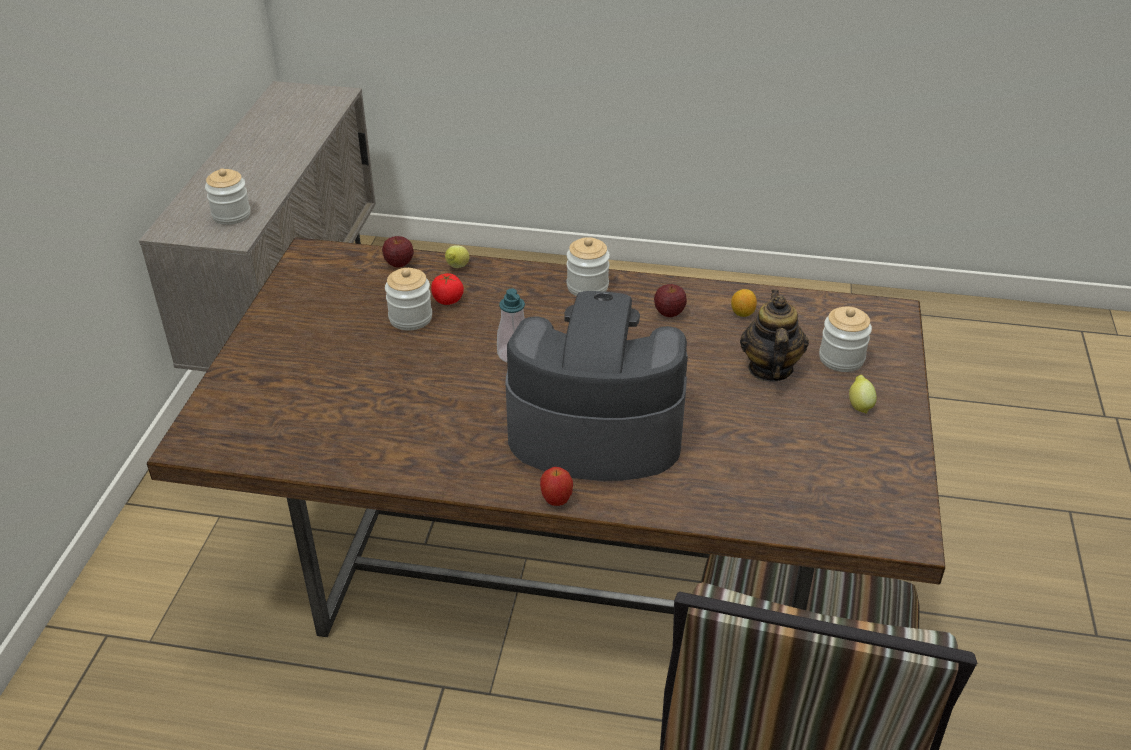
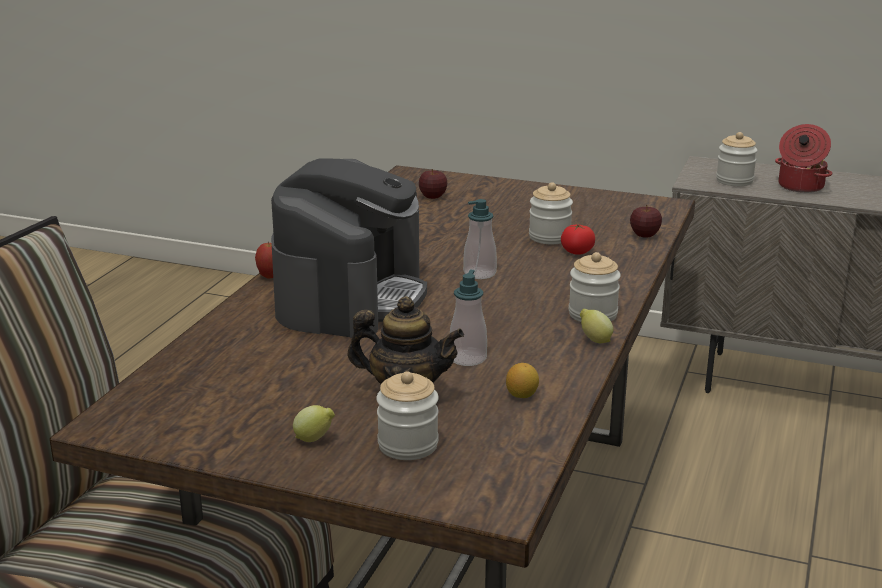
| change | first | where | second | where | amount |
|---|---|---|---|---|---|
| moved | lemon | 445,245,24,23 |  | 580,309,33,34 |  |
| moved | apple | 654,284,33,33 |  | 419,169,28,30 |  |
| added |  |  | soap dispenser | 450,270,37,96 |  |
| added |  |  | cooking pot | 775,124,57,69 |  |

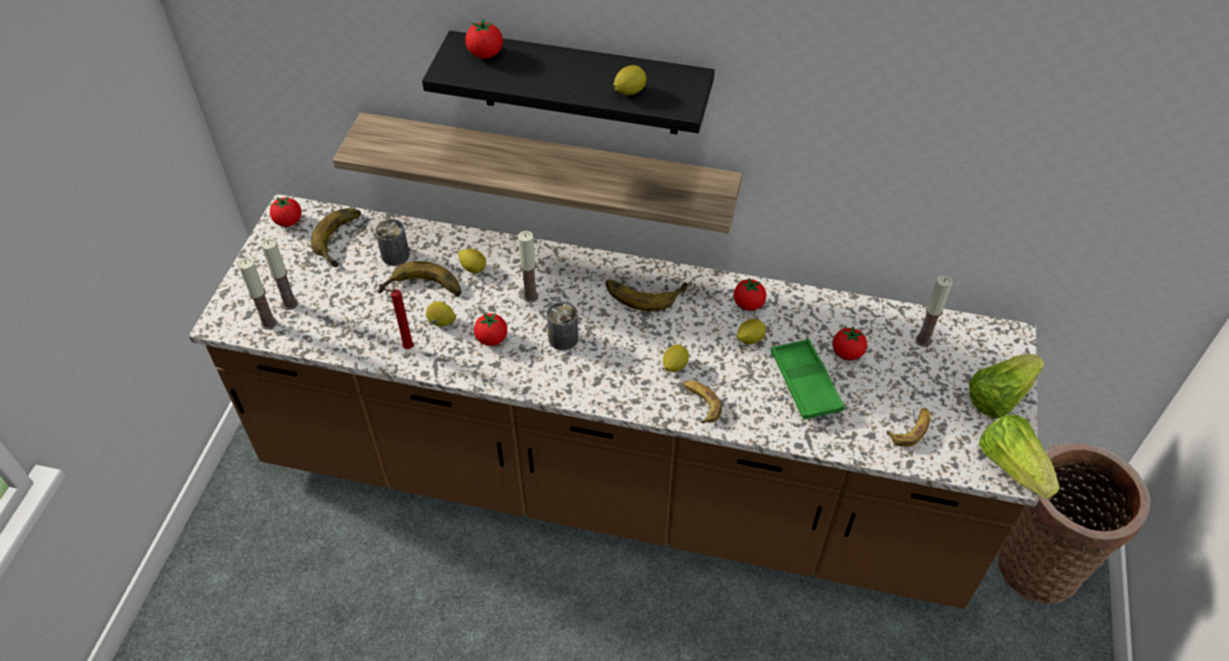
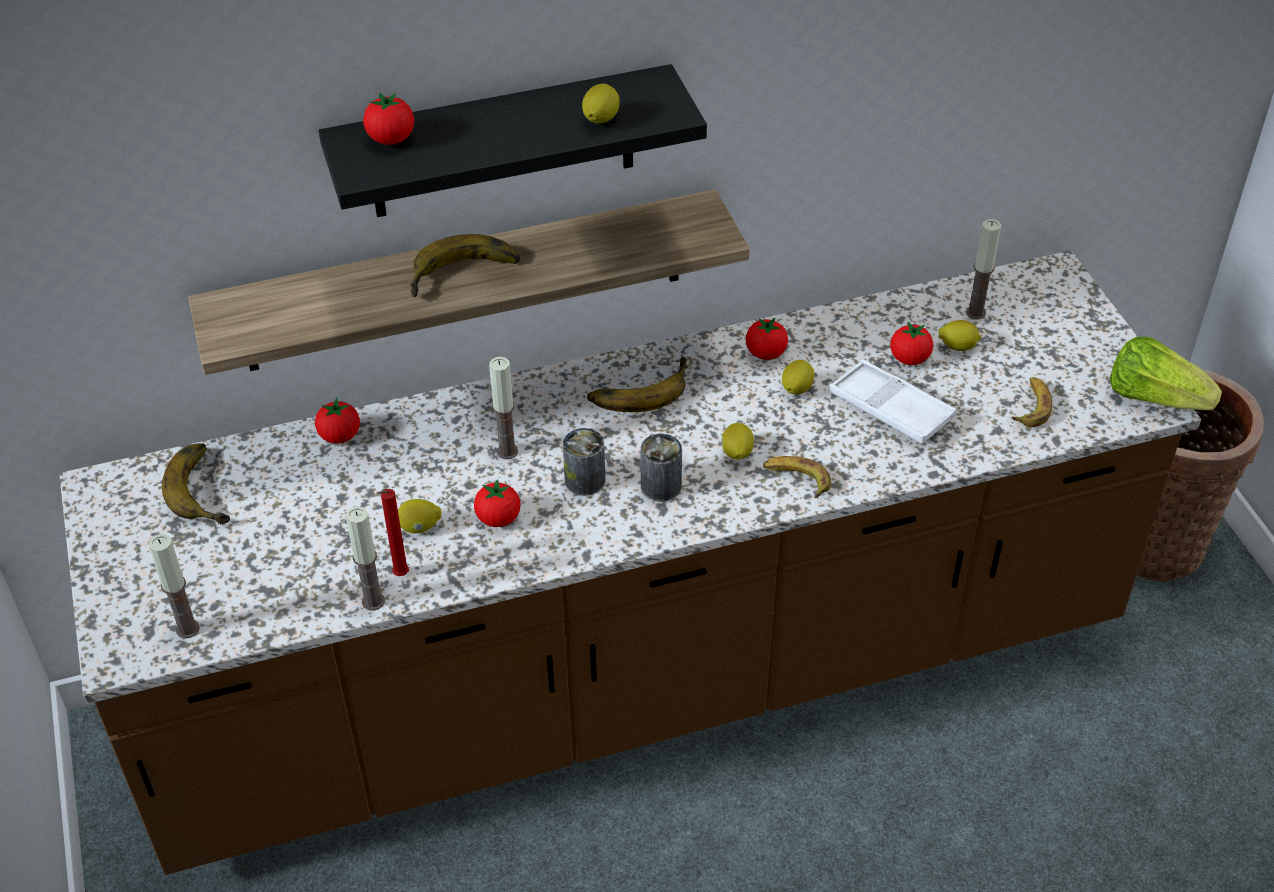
| change | first | where | second | where | amount |
|---|---|---|---|---|---|
| moved | candle | 261,238,37,72 |  | 346,506,39,105 |  |
| moved | tomato | 270,196,31,31 |  | 315,398,45,46 |  |
| moved | can | 375,219,35,47 |  | 640,434,42,67 |  |
| moved | banana | 378,261,83,36 |  | 410,234,110,63 |  |
| moved | lemon | 458,249,28,24 |  | 939,320,42,31 |  |
| recoloured | green tray | 771,339,73,81 | white tray | 829,360,127,84 |  |
| removed | lettuce | 969,354,75,65 |  |  |  |

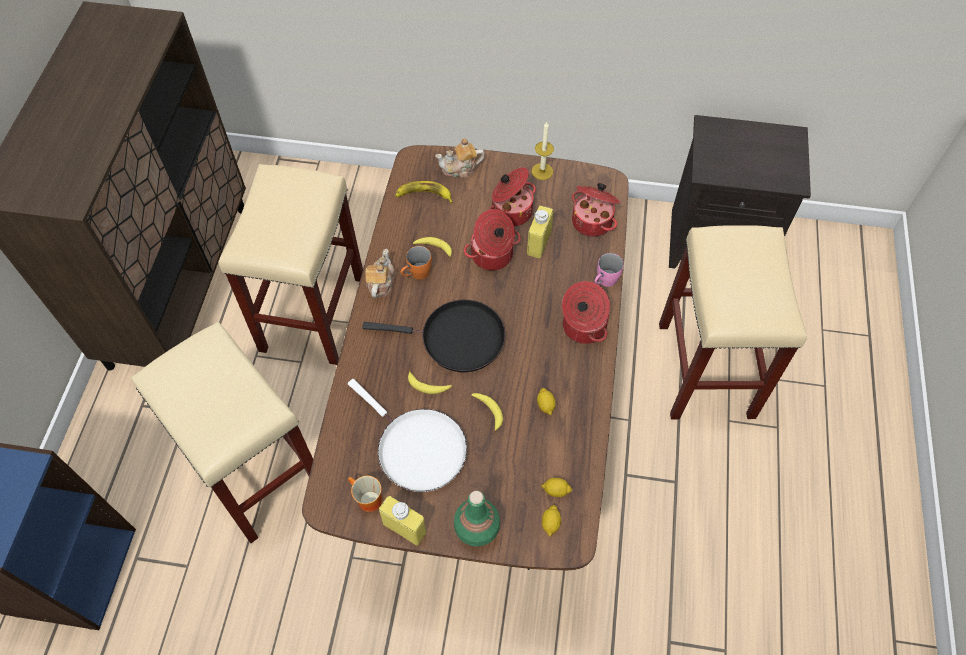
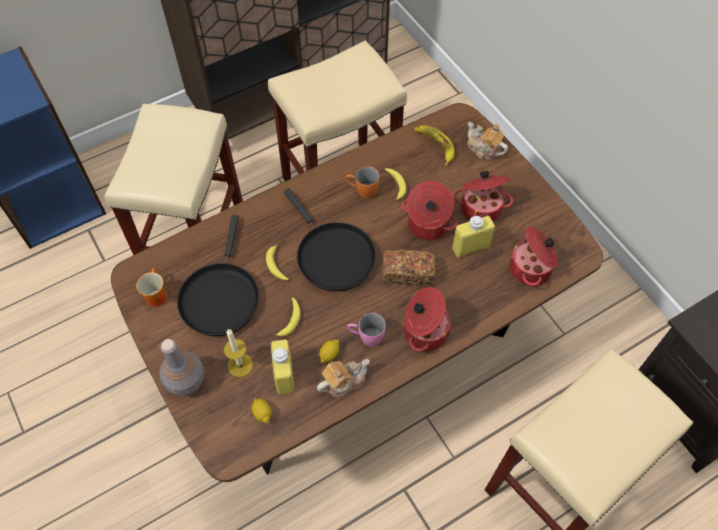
| change | first | where | second | where | amount |
|---|---|---|---|---|---|
| recoloured | white frying pan | 348,379,119,113 | black frying pan | 177,215,82,121 |  |
| moved | teapot | 365,249,30,49 |  | 317,359,53,38 |  |
| moved | yellow bottle | 379,496,48,50 |  | 271,340,24,55 |  |
| recoloured | green bottle | 454,491,46,55 | grey bottle | 159,339,46,57 |  |
| moved | candle | 532,122,22,58 |  | 224,329,29,48 |  |
| removed | lemon | 542,505,19,32 |  |  |  |
| moved | pink mug | 594,253,30,34 |  | 347,313,39,33 |  |
| added |  |  | bread | 382,249,54,36 |  |

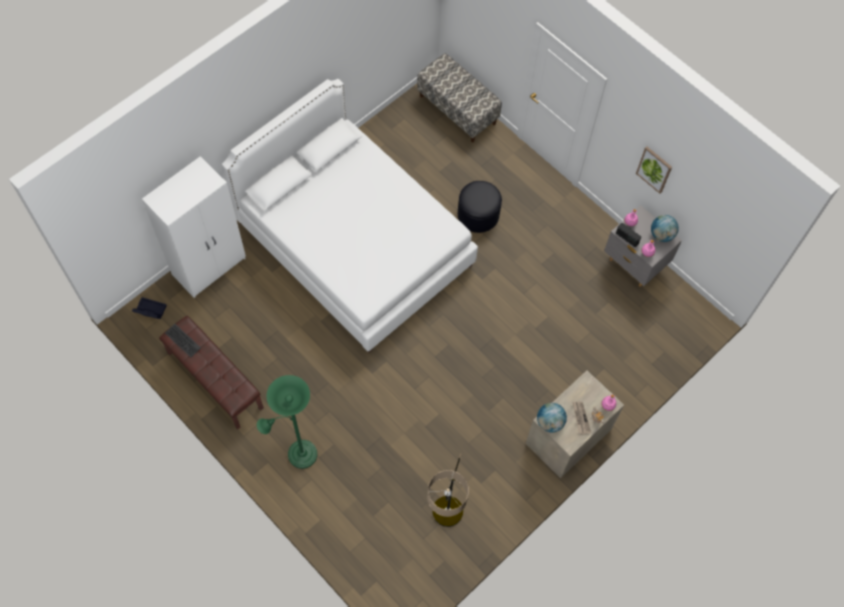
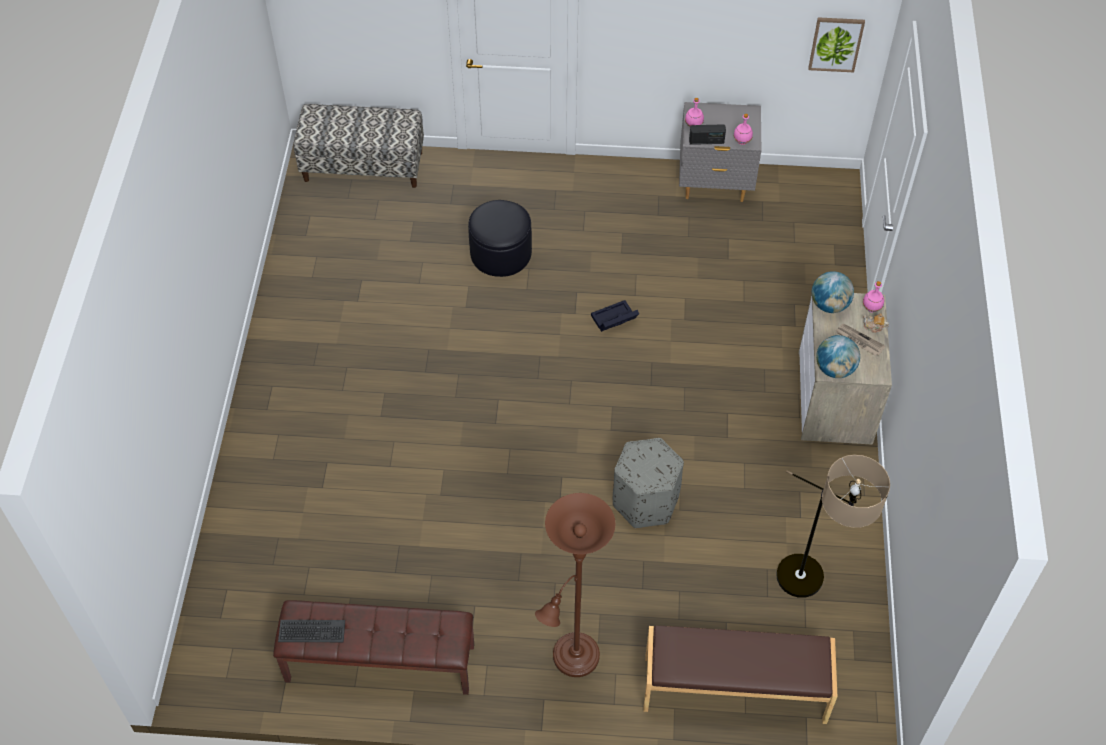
| change | first | where | second | where | amount |
|---|---|---|---|---|---|
| moved | black storage box | 132,297,35,22 |  | 591,300,48,32 |  |
| removed | white wardrobe | 142,156,104,142 |  |  |  |
| removed | white bed | 222,79,256,273 |  |  |  |
| recoloured | green floor lamp | 257,375,60,94 | brown floor lamp | 535,493,81,184 |  |
| moved | picture | 636,147,36,47 |  | 808,17,57,55 |  |
| moved | globe | 651,215,28,27 |  | 812,271,42,42 |  |
| added |  |  | grey ottoman | 613,438,71,90 |  |
| added |  |  | brown bench | 643,625,194,99 |  |

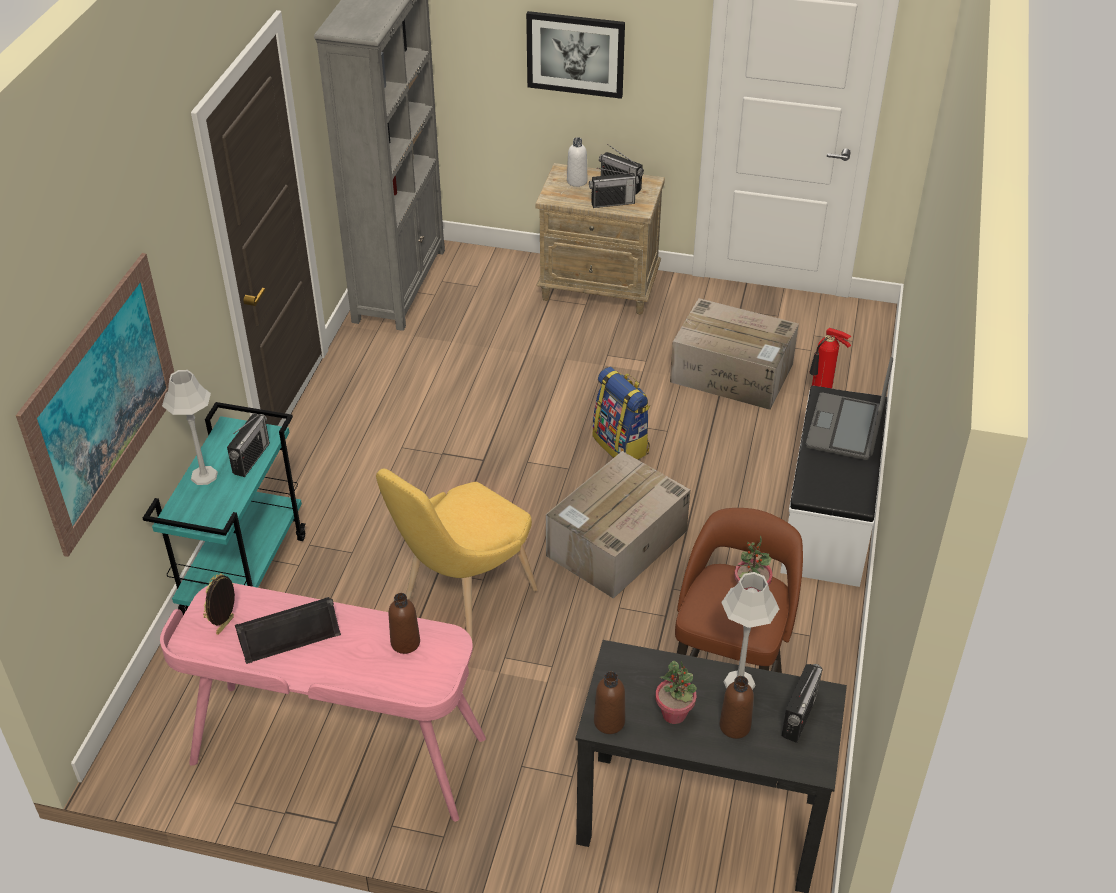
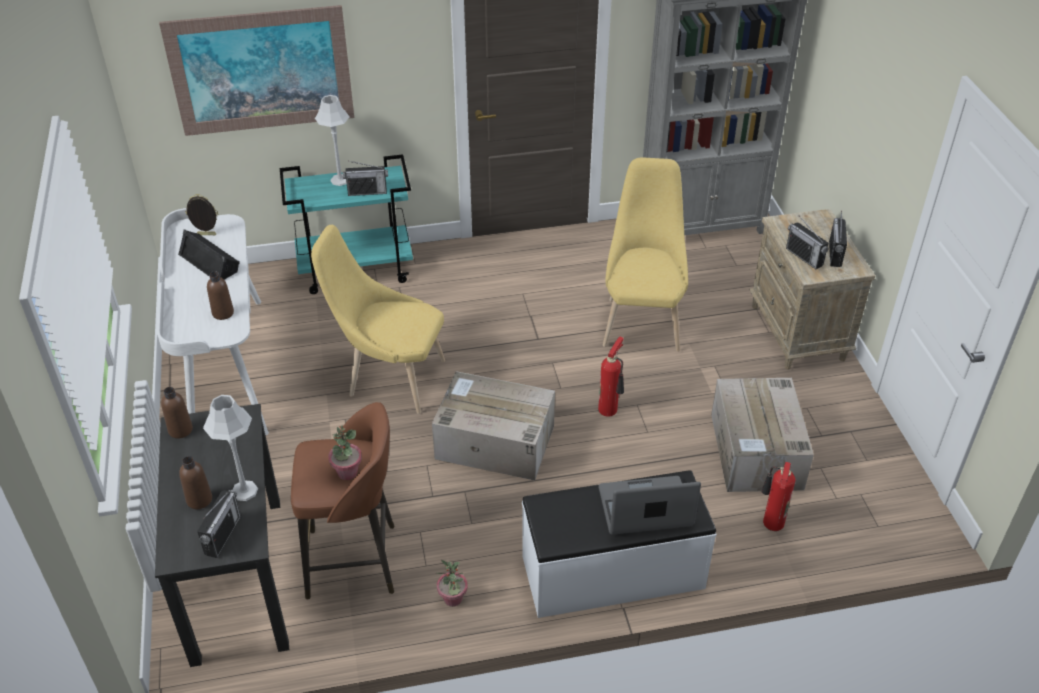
| change | first | where | second | where | amount |
|---|---|---|---|---|---|
| recoloured | pink desk | 160,583,326,239 | white desk | 157,208,112,227 |  |
| removed | picture | 526,11,99,88 |  |  |  |
| removed | white bottle | 567,137,20,50 |  |  |  |
| replaced | backpack | 593,367,57,93 | fire extinguisher | 598,336,26,81 |  |
| moved | potted plant | 655,661,42,63 |  | 436,560,32,47 |  |
| turned | radio | 781,664,42,79 |  | 197,490,44,68 | 75 degrees counterclockwise |
| added |  |  | yellow chair | 603,158,85,193 |  |

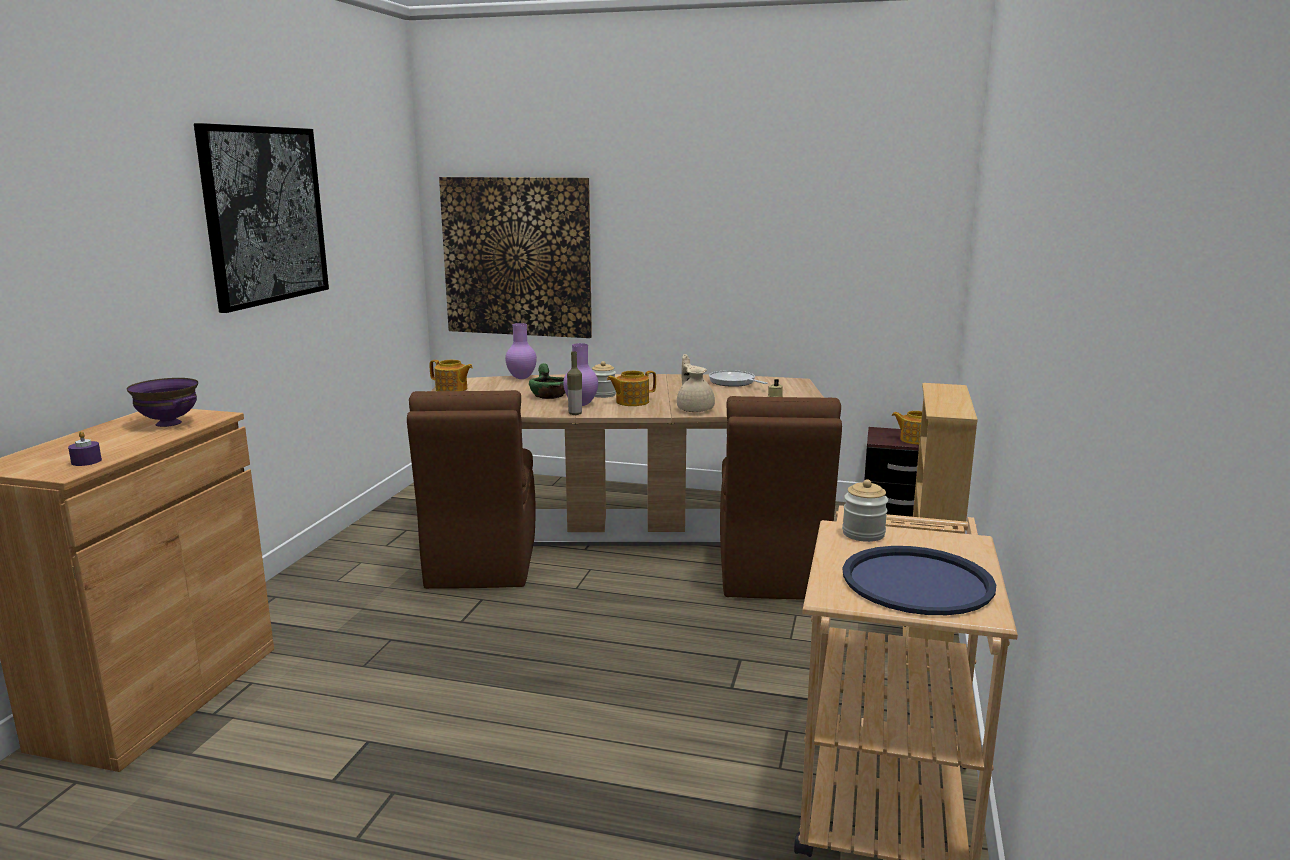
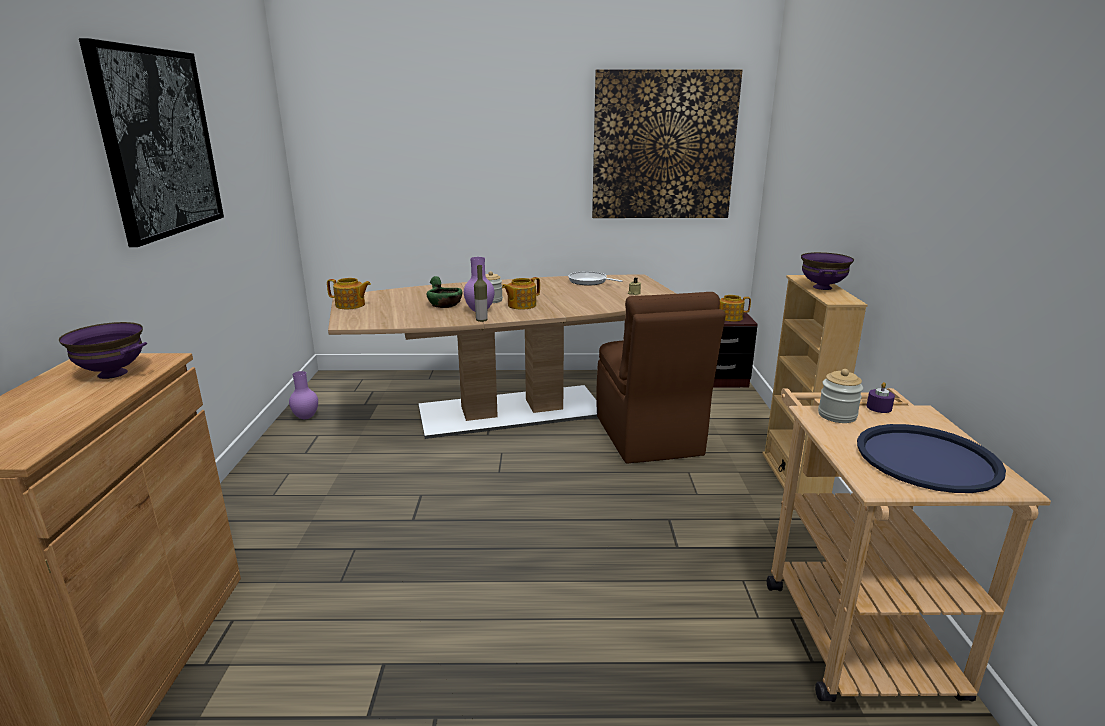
| change | first | where | second | where | amount |
|---|---|---|---|---|---|
| moved | purple candle | 68,431,34,35 |  | 866,382,29,31 |  |
| removed | brown chair | 407,390,128,199 |  |  |  |
| moved | picture | 439,177,153,161 |  | 592,69,150,149 |  |
| moved | purple vase | 505,323,32,56 |  | 289,371,29,48 |  |
| removed | beige teapot | 677,354,38,58 |  |  |  |
| added |  |  | purple bowl | 801,252,53,38 |  |

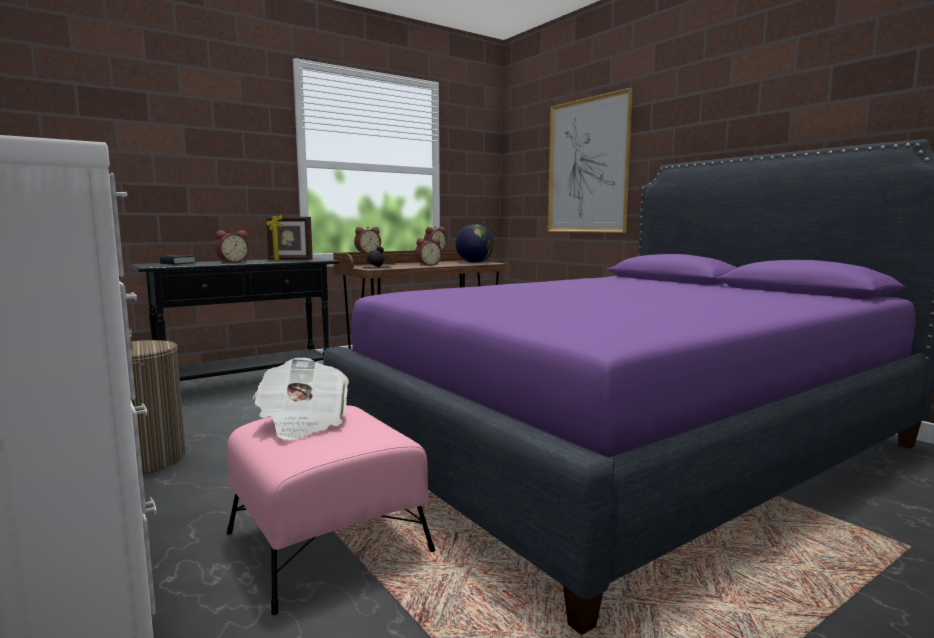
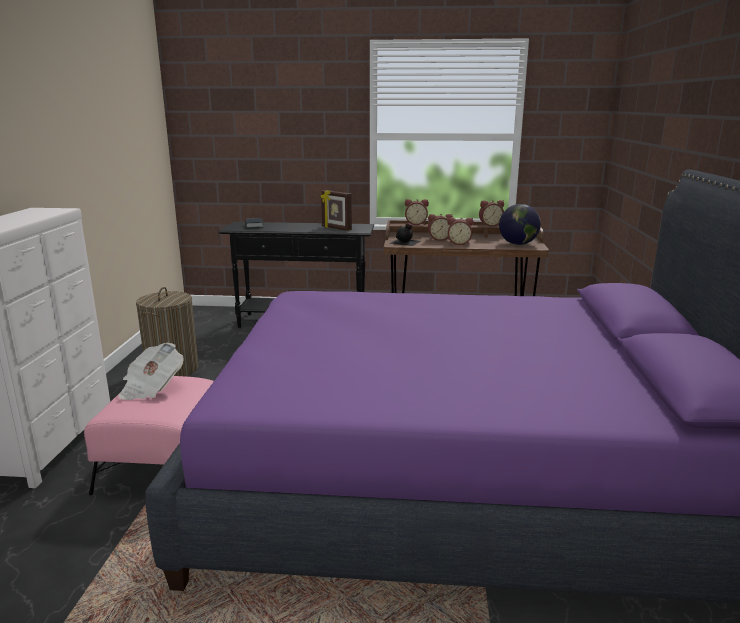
| change | first | where | second | where | amount |
|---|---|---|---|---|---|
| moved | alarm clock | 215,230,34,33 |  | 428,214,25,27 |  |
| removed | picture | 548,88,85,145 |  |  |  |

